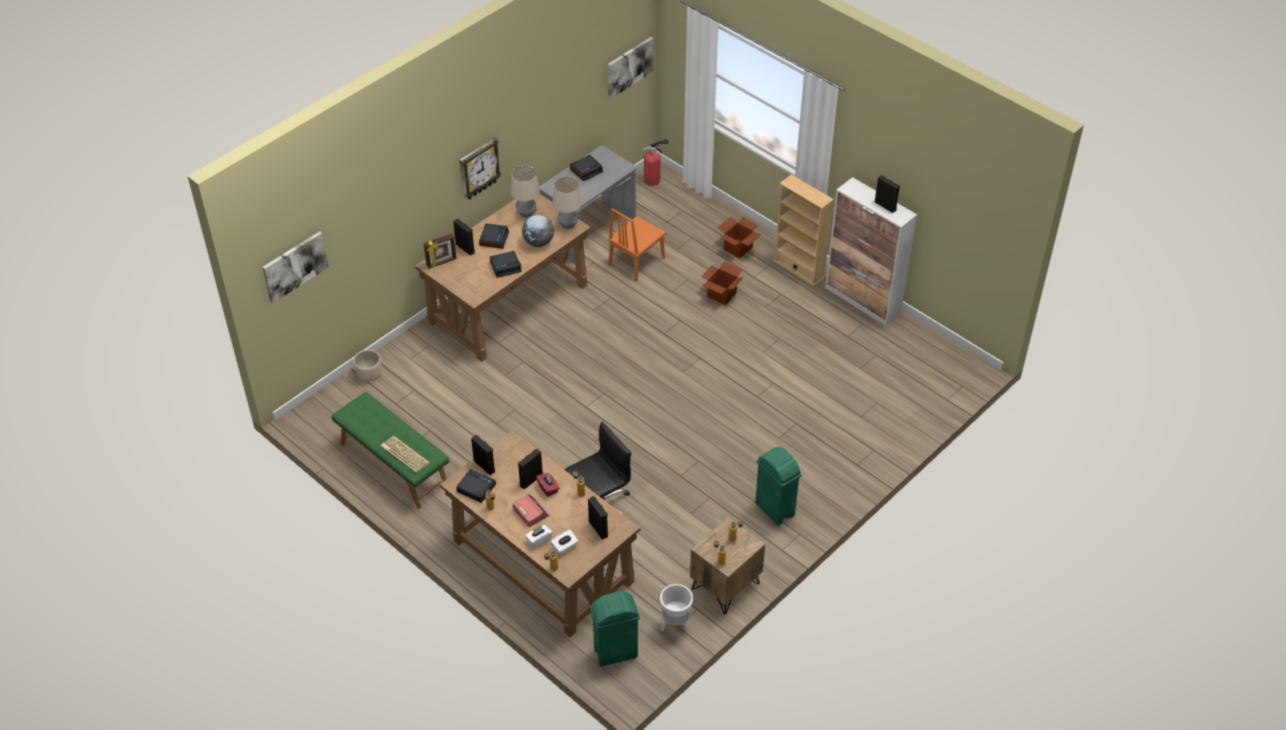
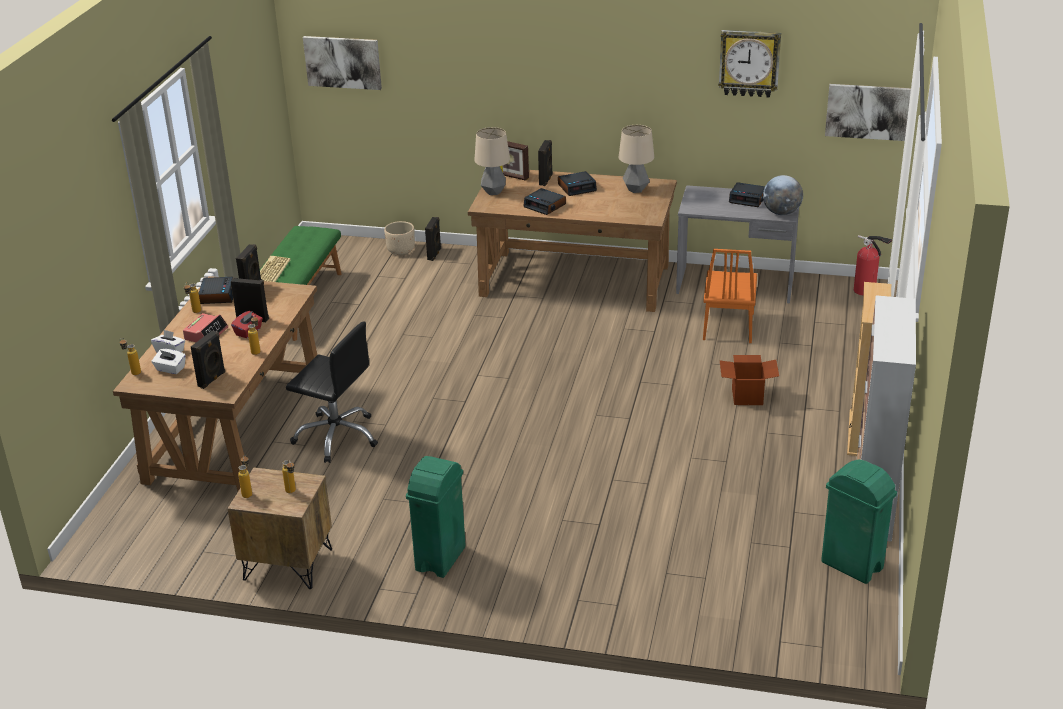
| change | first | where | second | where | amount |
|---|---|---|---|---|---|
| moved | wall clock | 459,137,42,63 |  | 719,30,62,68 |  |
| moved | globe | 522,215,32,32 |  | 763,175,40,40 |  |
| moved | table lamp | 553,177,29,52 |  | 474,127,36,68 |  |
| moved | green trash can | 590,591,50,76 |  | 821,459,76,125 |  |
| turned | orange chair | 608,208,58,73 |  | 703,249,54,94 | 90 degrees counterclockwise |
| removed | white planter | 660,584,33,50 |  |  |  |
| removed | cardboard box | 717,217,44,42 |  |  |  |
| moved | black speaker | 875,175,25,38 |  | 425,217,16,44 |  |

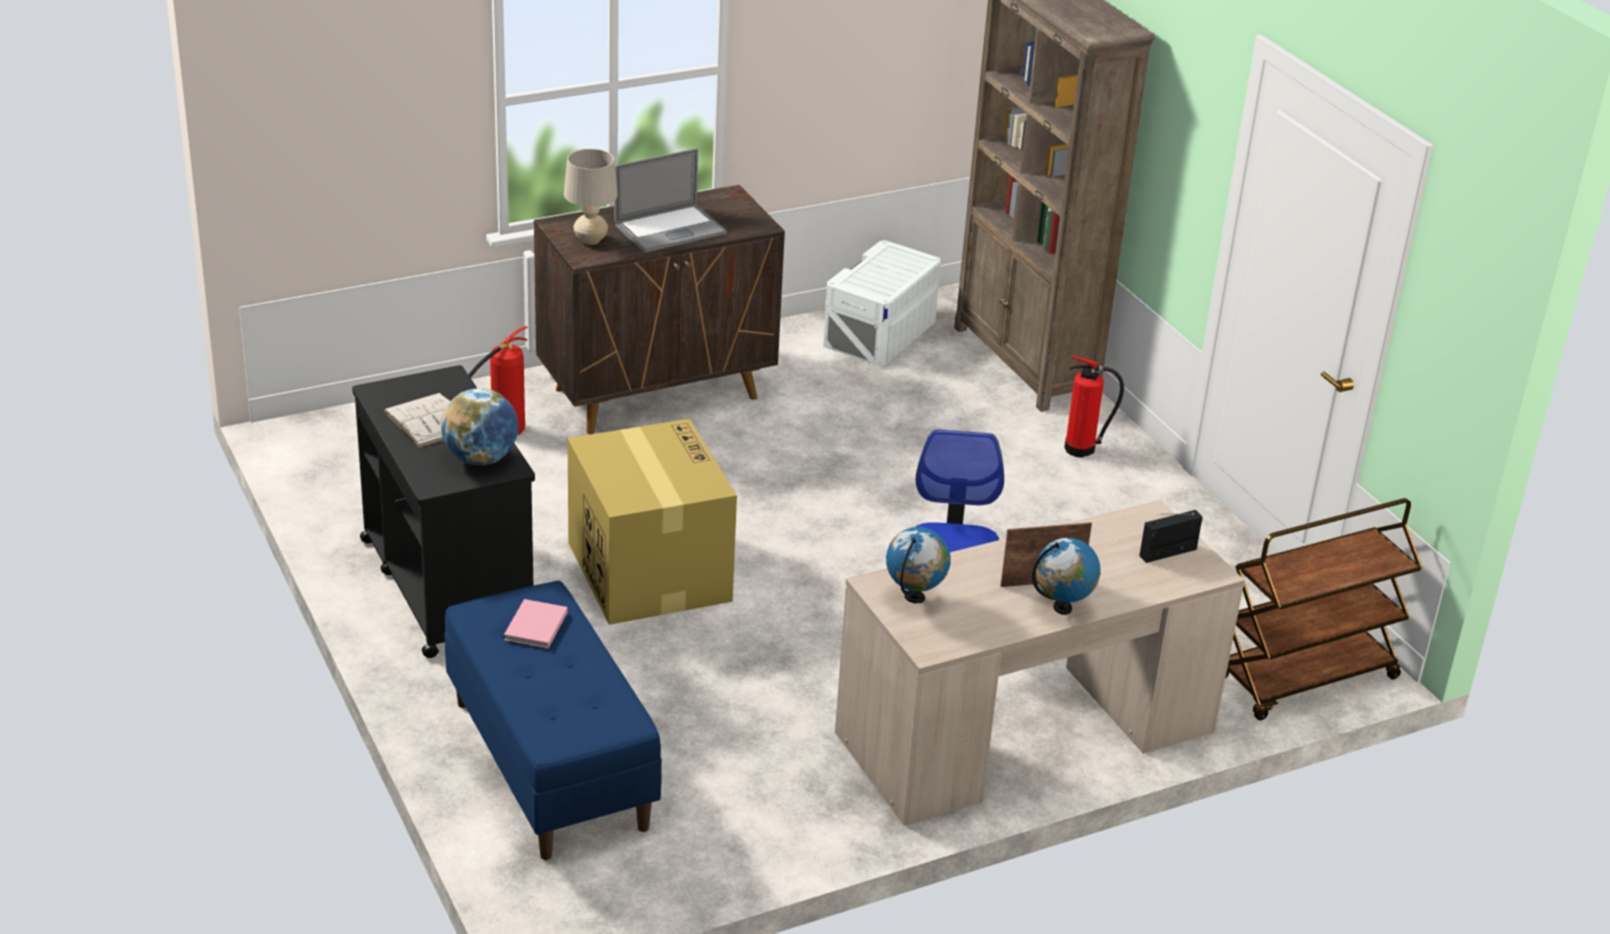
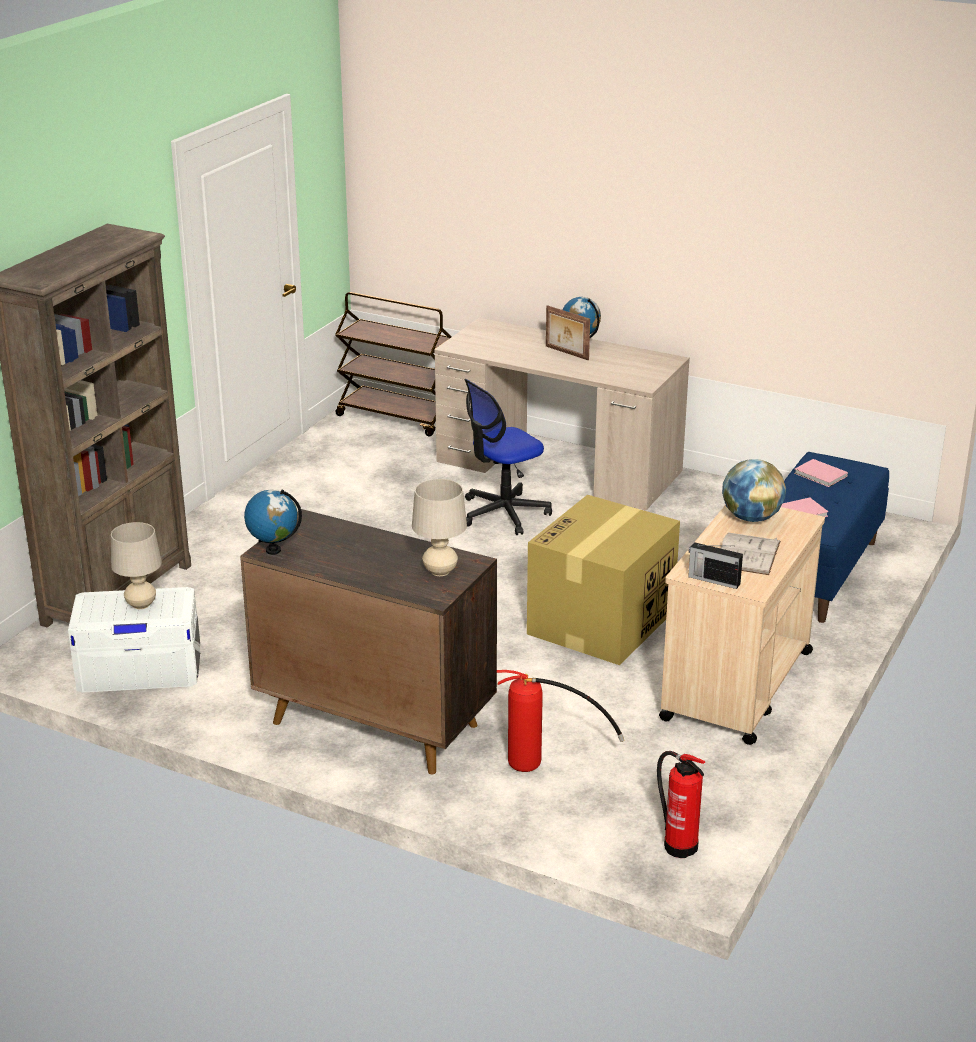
| change | first | where | second | where | amount |
|---|---|---|---|---|---|
| recoloured | black cart | 352,365,183,293 | beige cart | 659,505,166,240 |  |
| removed | laptop | 614,148,113,105 |  |  |  |
| moved | globe | 886,527,65,76 |  | 244,490,58,65 |  |
| moved | fire extinguisher | 1064,356,60,102 |  | 657,751,48,107 |  |
| moved | radio | 1139,510,64,53 |  | 688,542,55,47 |  |
| added |  |  | beige table lamp | 111,522,51,87 |  |
| added |  |  | pink book | 794,459,54,28 |  |

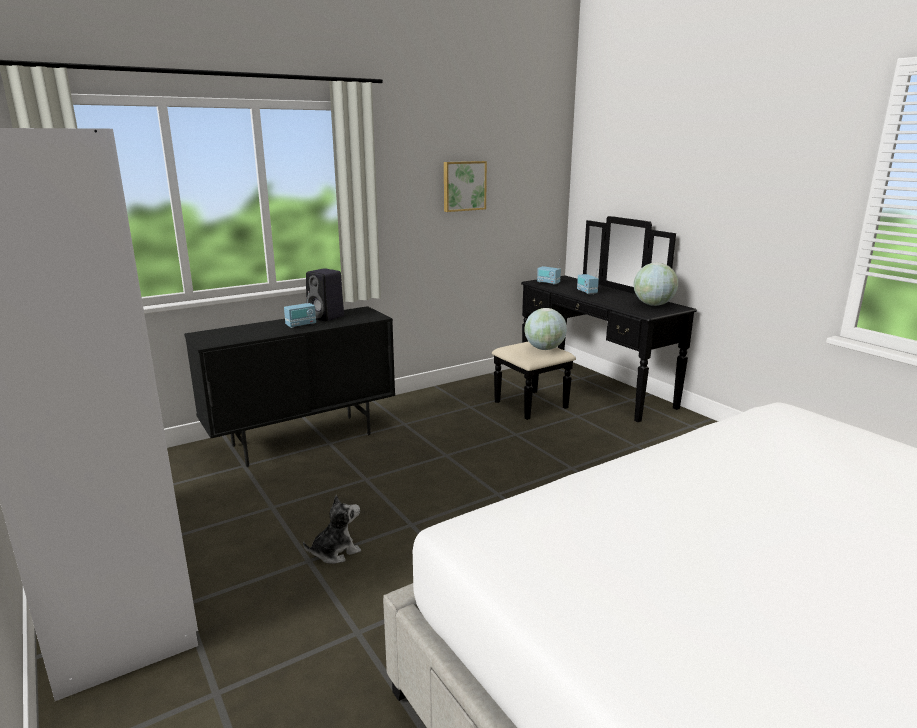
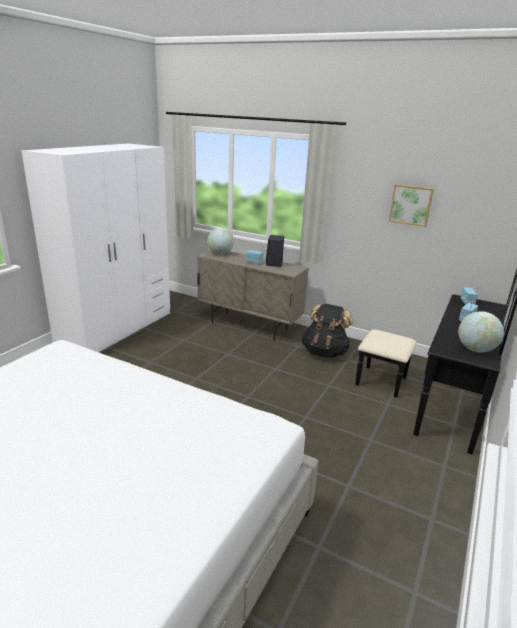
| change | first | where | second | where | amount |
|---|---|---|---|---|---|
| recoloured | black cabinet | 184,306,211,161 | beige cabinet | 197,250,112,91 |  |
| removed | plush toy | 303,495,58,69 |  |  |  |
| moved | globe | 524,308,43,42 |  | 207,228,27,27 |  |
| added |  |  | black backpack | 302,304,51,54 |  |

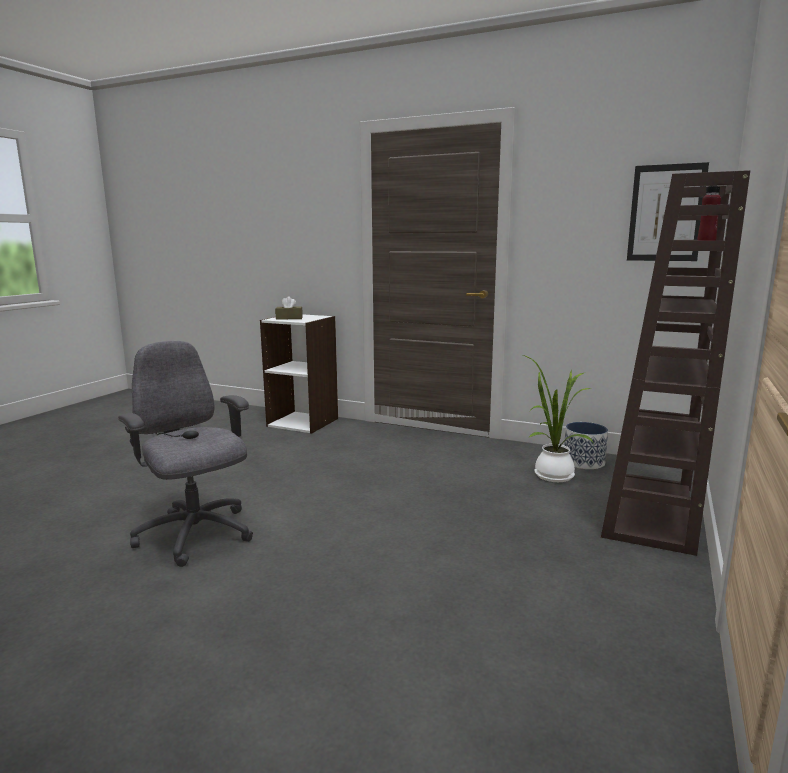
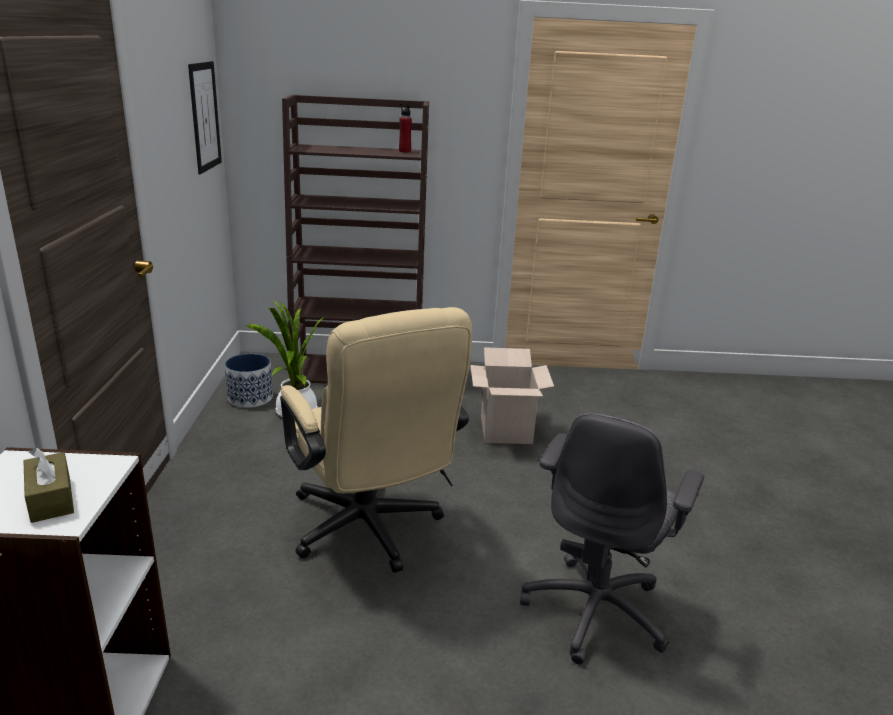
| change | first | where | second | where | amount |
|---|---|---|---|---|---|
| added |  |  | beige office chair | 280,307,192,266 |  |
| added |  |  | cardboard box | 470,347,84,97 |  |

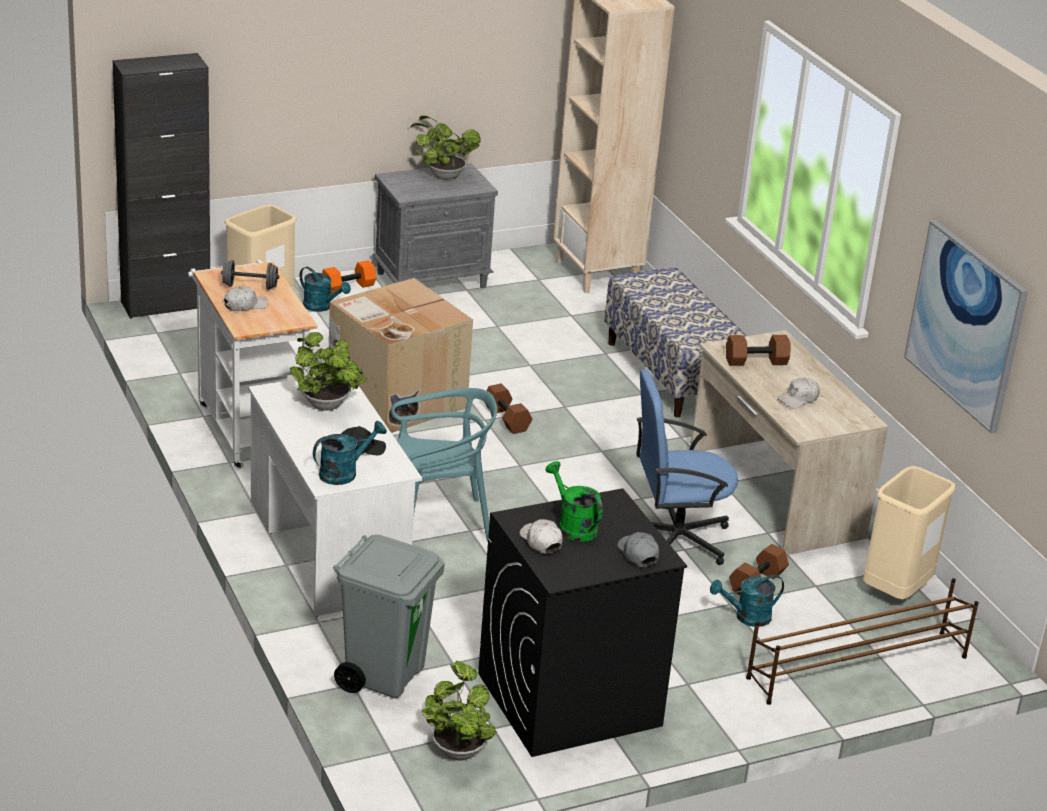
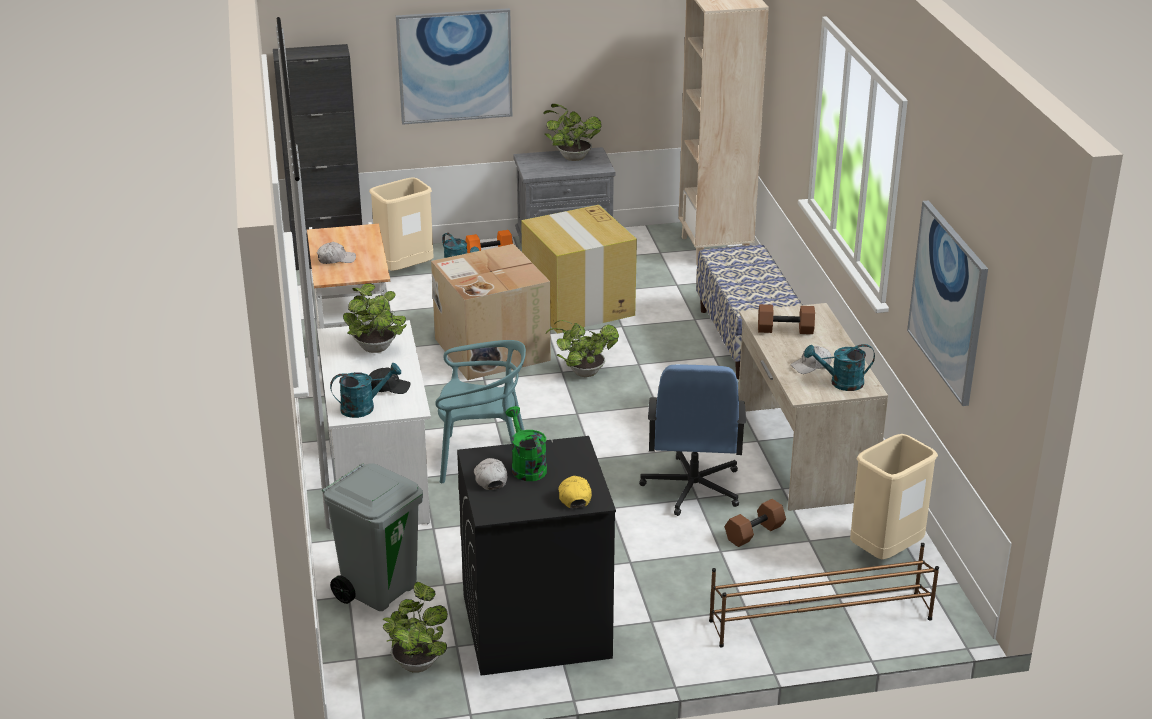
| change | first | where | second | where | amount |
|---|---|---|---|---|---|
| removed | grey dumbbell | 221,260,58,30 |  |  |  |
| replaced | brown dumbbell | 485,383,47,51 | potted plant | 546,320,73,57 |  |
| recoloured | grey cap | 617,532,42,35 | yellow cap | 558,476,34,32 |  |
| turned | blue office chair | 636,369,102,196 |  | 639,364,107,152 | 90 degrees counterclockwise |
| moved | turquoise watering can | 710,575,74,52 |  | 804,344,71,47 |  |
| added |  |  | picture | 396,8,116,117 |  |
| added |  |  | cardboard box | 521,205,116,129 |  |

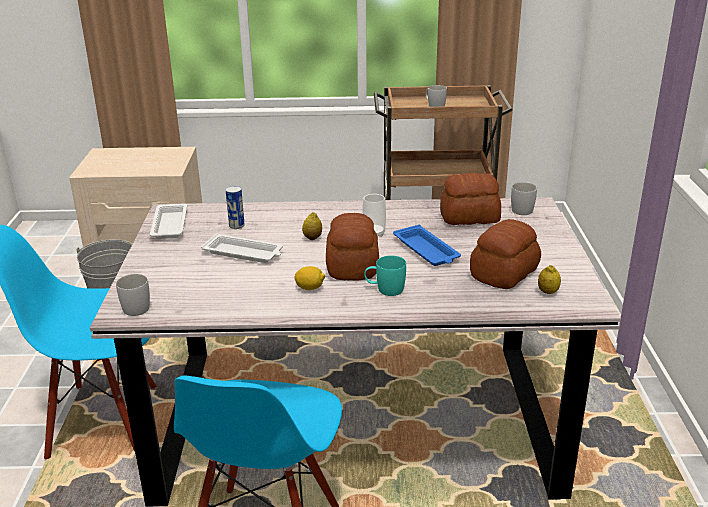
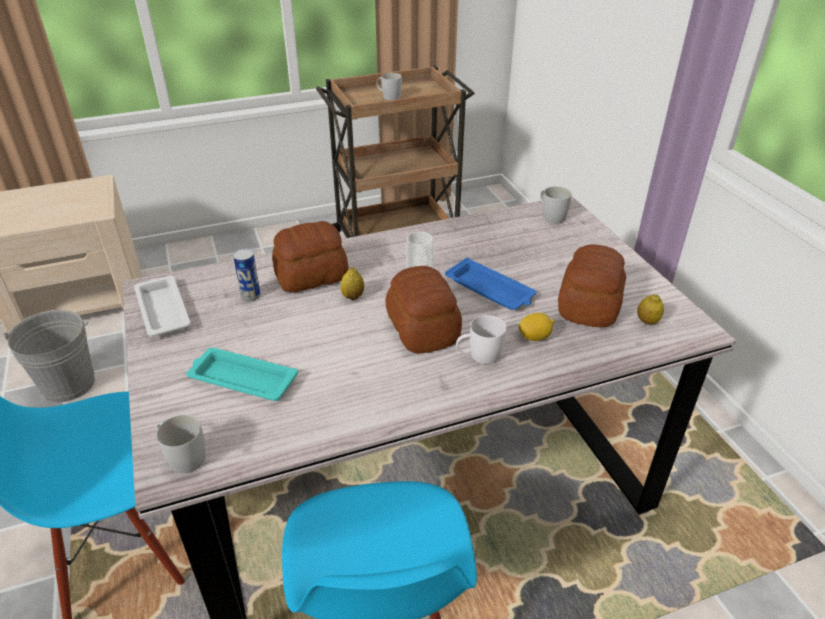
| change | first | where | second | where | amount |
|---|---|---|---|---|---|
| removed | white tray | 201,233,82,30 |  |  |  |
| moved | lemon | 295,266,30,24 |  | 519,313,36,28 |  |
| recoloured | turquoise mug | 364,256,42,40 | white mug | 456,315,50,49 |  |
| moved | bread | 440,173,61,52 |  | 272,221,77,72 |  |
| added |  |  | turquoise tray | 186,348,112,53 |  |

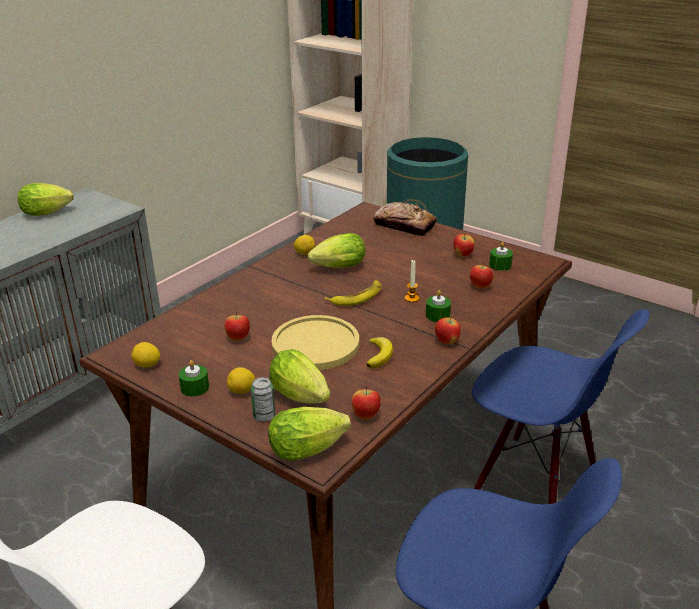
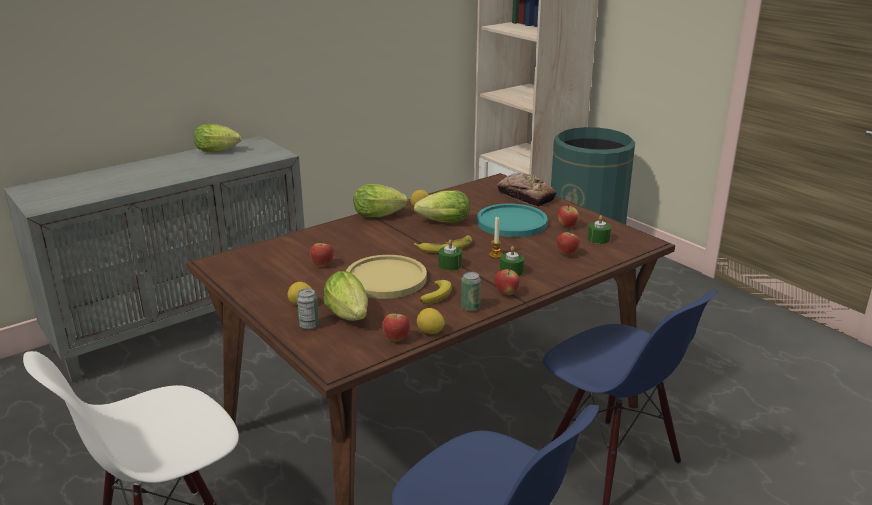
| change | first | where | second | where | amount |
|---|---|---|---|---|---|
| moved | lemon | 131,342,29,26 |  | 417,308,28,26 |  |
| moved | green candle | 179,360,30,36 |  | 438,240,24,30 |  |
| moved | lettuce | 268,407,83,54 |  | 354,184,54,33 |  |
| added |  |  | can | 461,272,20,39 |  |
| added |  |  | turquoise plate | 477,204,71,33 |  |

